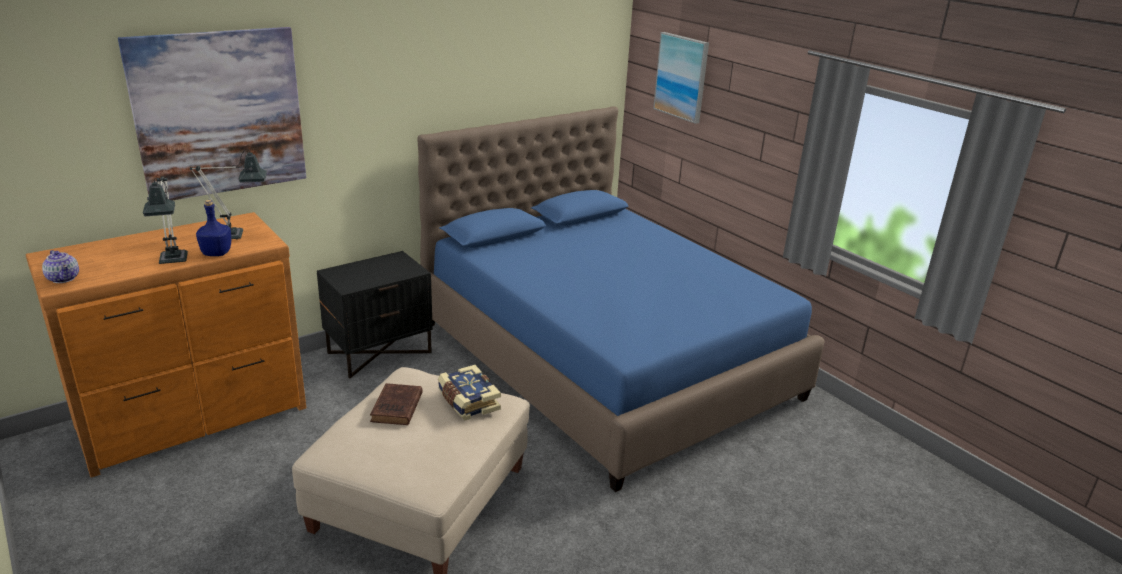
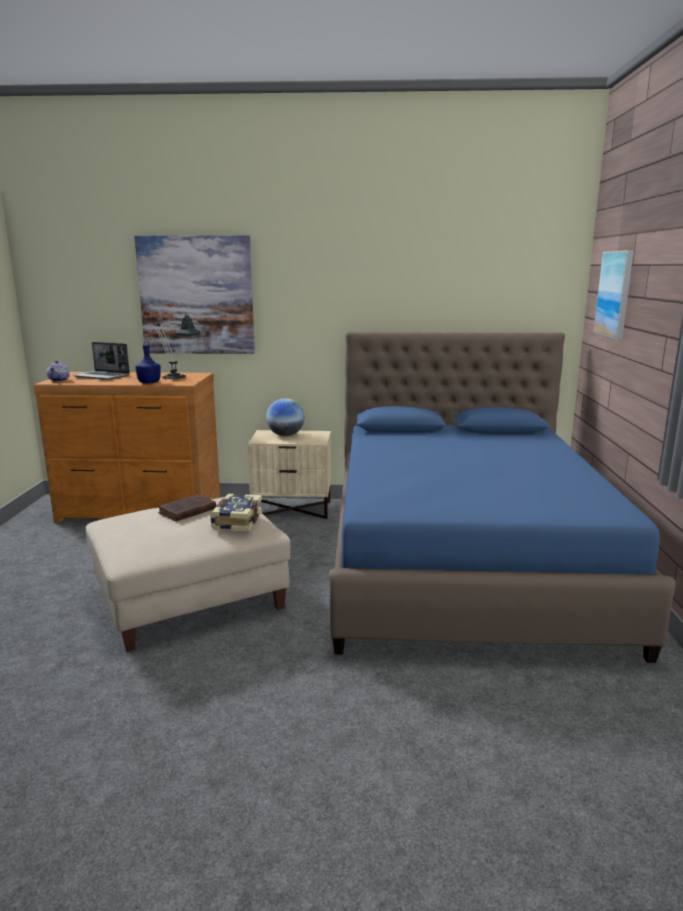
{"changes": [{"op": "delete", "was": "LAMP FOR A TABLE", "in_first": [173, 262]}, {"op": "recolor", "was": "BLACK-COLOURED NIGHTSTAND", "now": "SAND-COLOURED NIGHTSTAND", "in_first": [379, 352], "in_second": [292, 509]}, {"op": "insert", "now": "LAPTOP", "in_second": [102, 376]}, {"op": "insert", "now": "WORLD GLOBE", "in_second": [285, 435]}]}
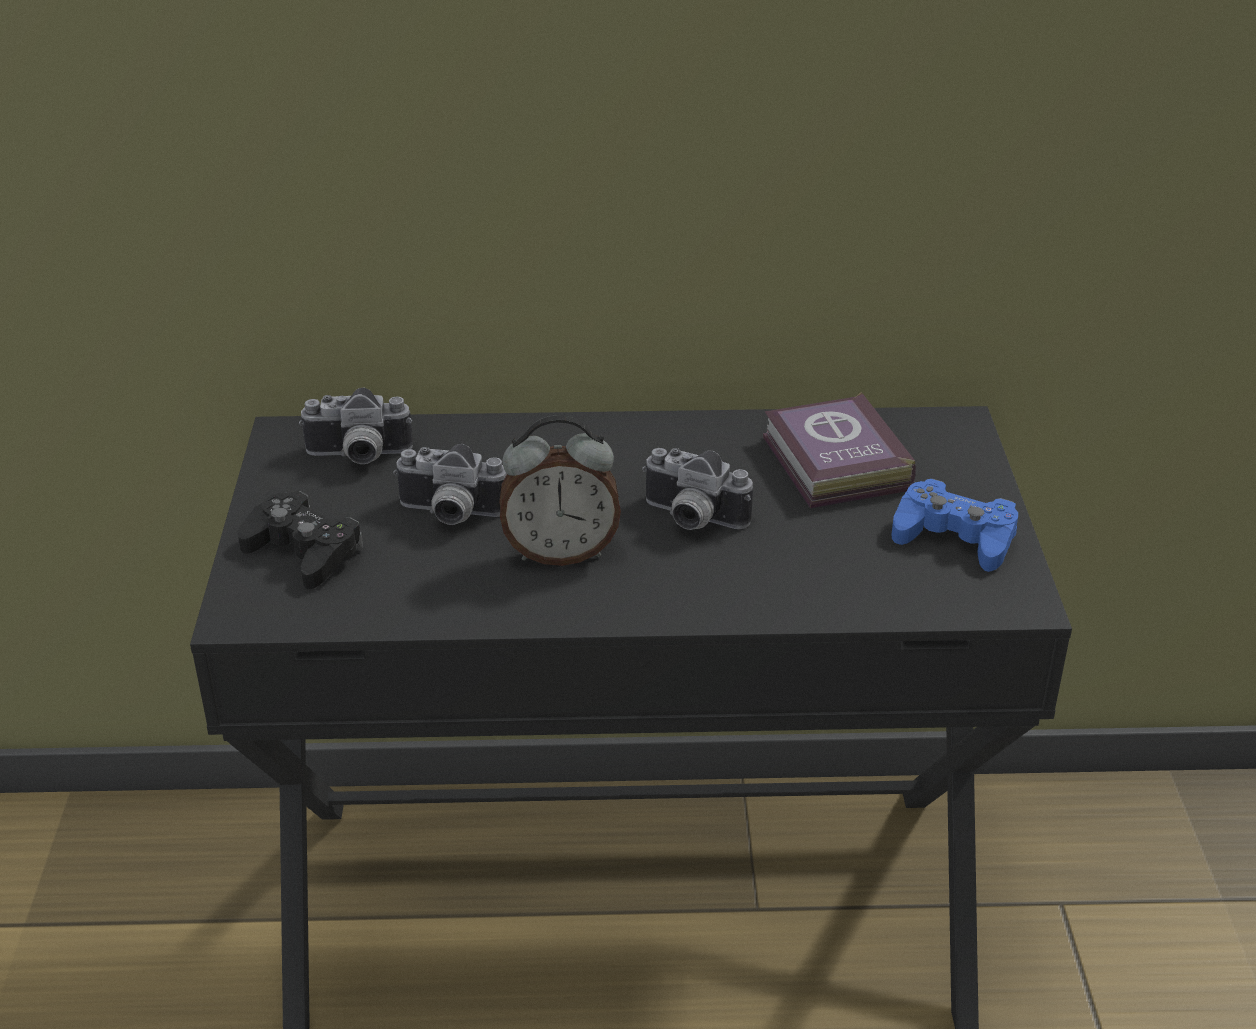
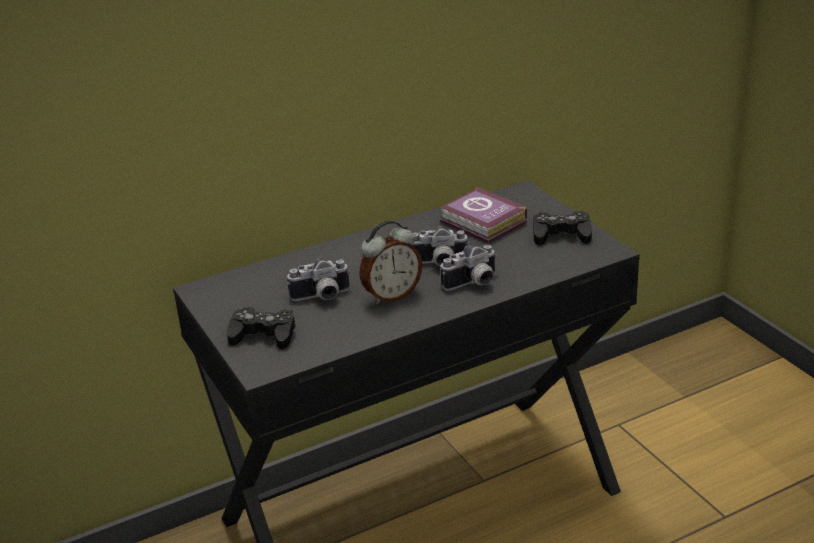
{"changes": [{"op": "move", "was": "STILL CAMERA", "in_first": [358, 457], "in_second": [473, 284]}, {"op": "recolor", "was": "BLUISH GAME CONTROLLER", "now": "BLACK-COLOURED GAME CONTROLLER", "in_first": [954, 536], "in_second": [561, 235]}]}
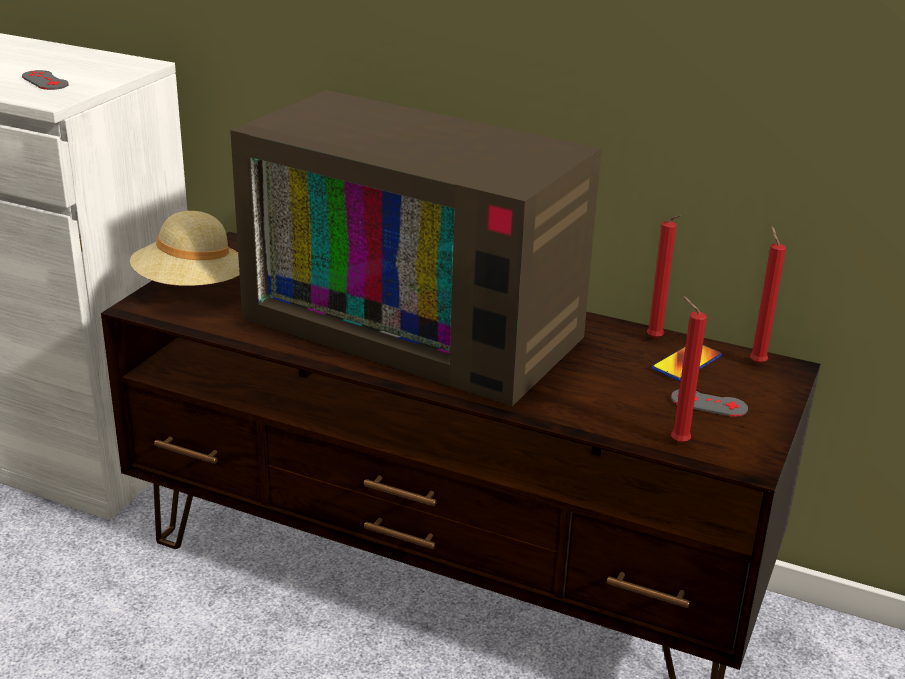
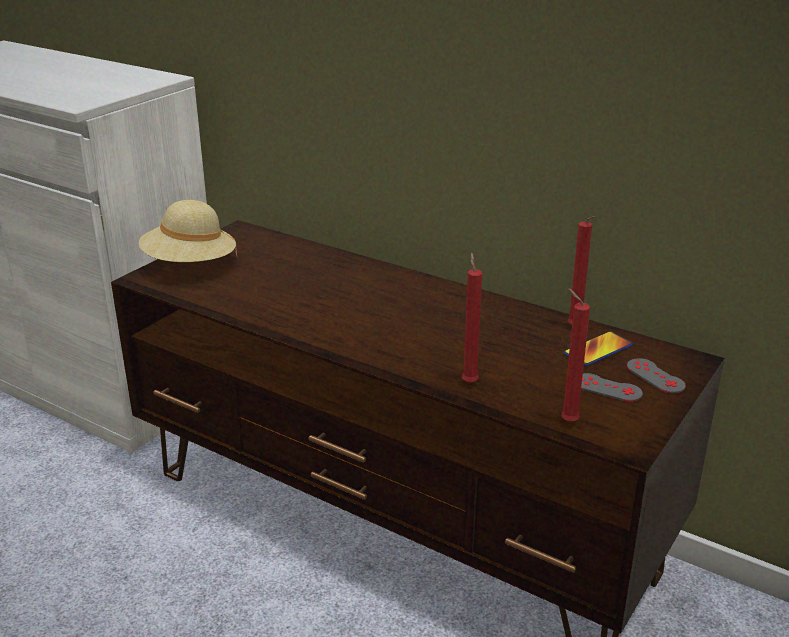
{"changes": [{"op": "move", "was": "GREY GAME CONTROLLER", "in_first": [45, 81], "in_second": [655, 376]}, {"op": "delete", "was": "TV", "in_first": [421, 324]}, {"op": "move", "was": "REDDISH WAX CANDLE", "in_first": [756, 362], "in_second": [469, 381]}]}
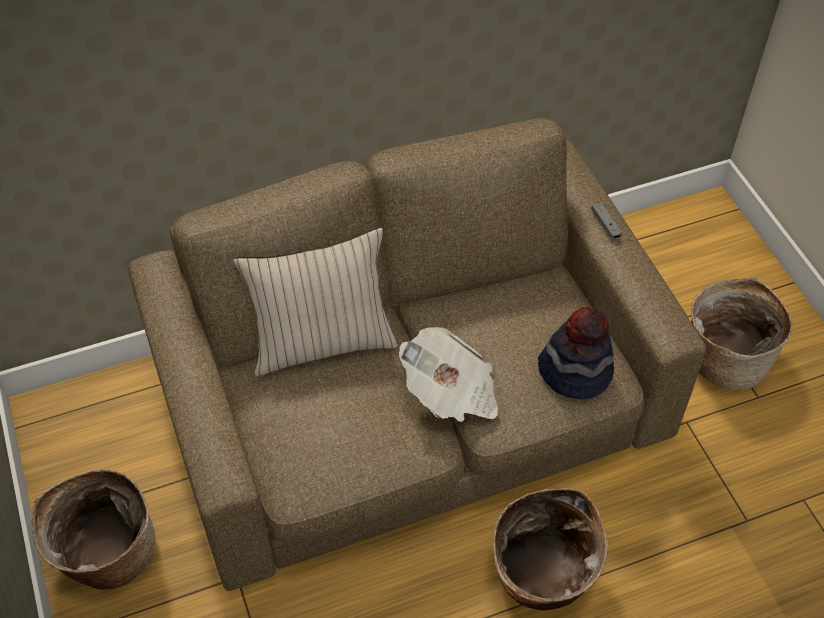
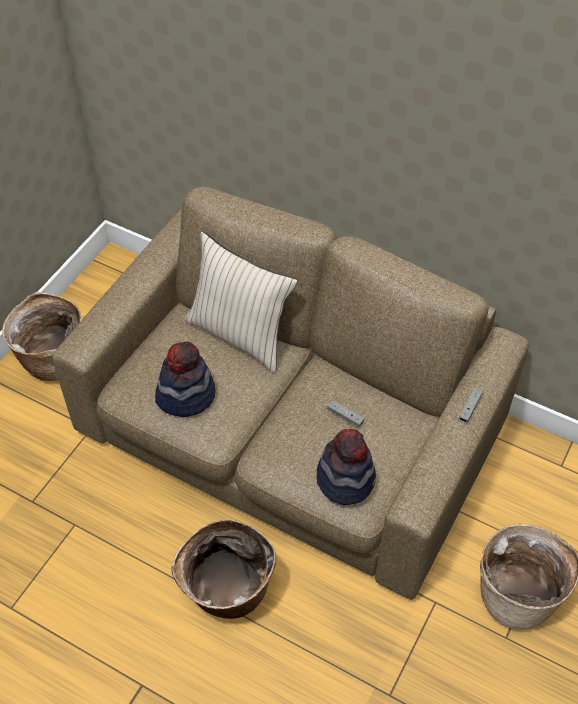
{"changes": [{"op": "delete", "was": "NEWSPAPER", "in_first": [451, 393]}, {"op": "insert", "now": "WEARABLE HAT", "in_second": [185, 395]}, {"op": "insert", "now": "GREY GAME CONTROLLER", "in_second": [345, 416]}]}
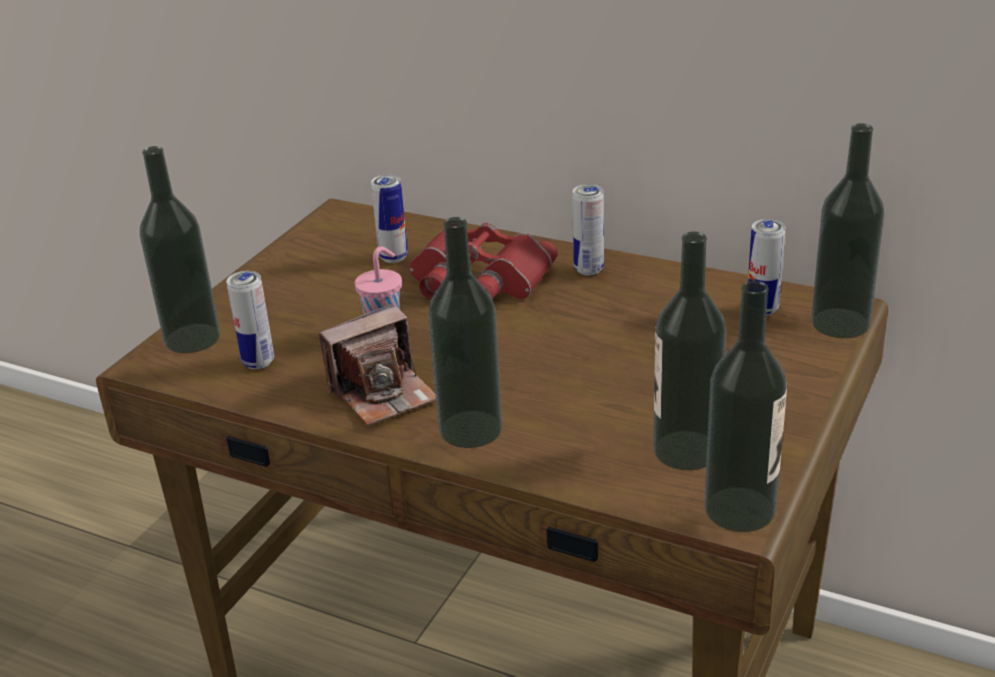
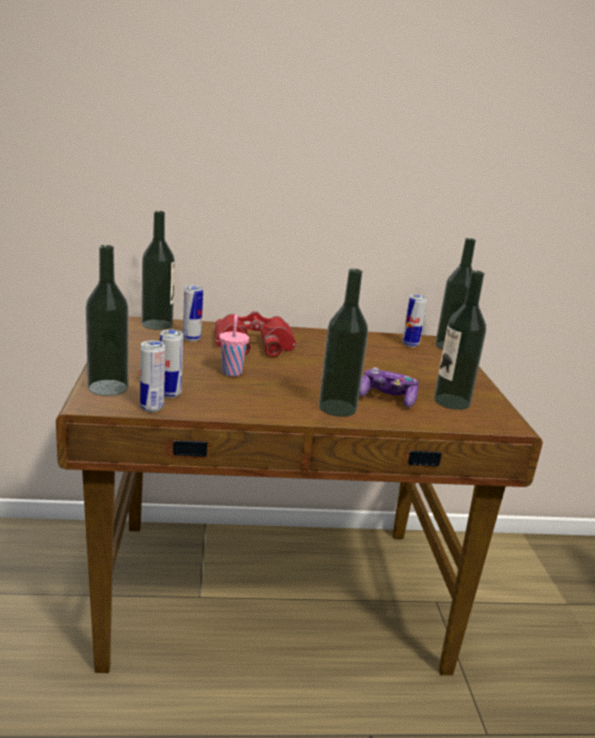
{"changes": [{"op": "move", "was": "METAL CAN", "in_first": [588, 269], "in_second": [152, 408]}, {"op": "move", "was": "BOTTLE", "in_first": [739, 509], "in_second": [157, 324]}, {"op": "delete", "was": "STILL CAMERA", "in_first": [383, 393]}, {"op": "insert", "now": "GAME CONTROLLER", "in_second": [387, 398]}]}
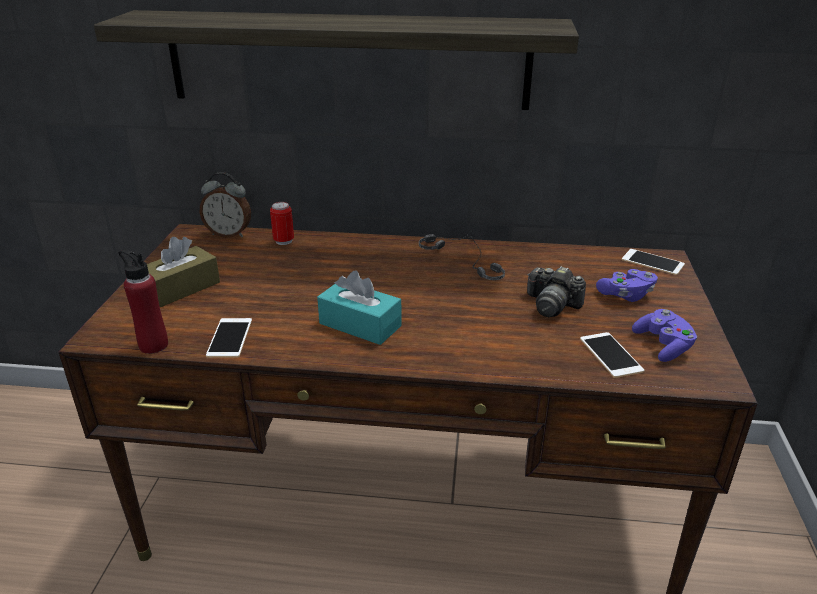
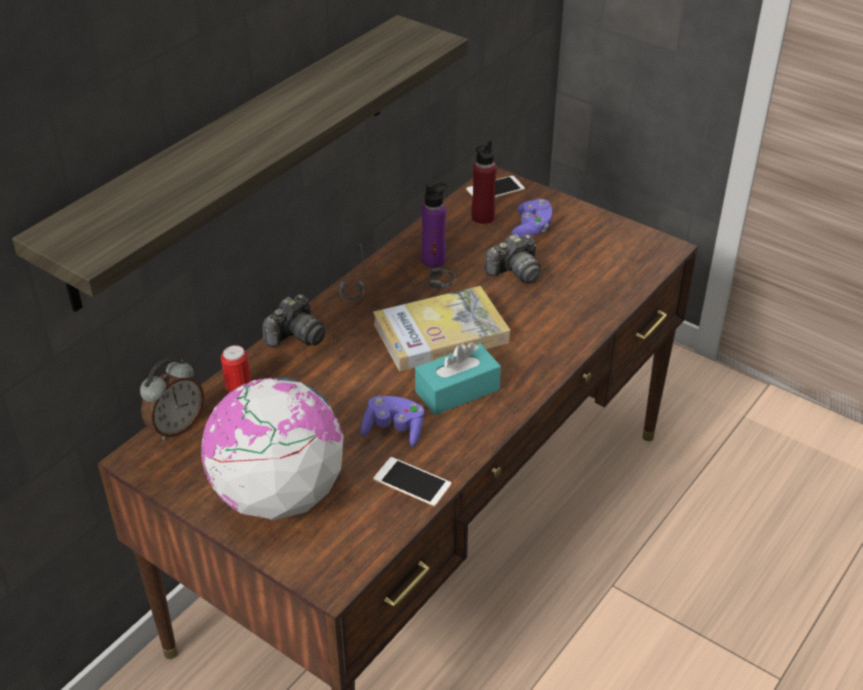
{"changes": [{"op": "replace", "was": "BROWN-COLOURED BOX OF TISSUES", "now": "WORLD GLOBE", "in_first": [181, 288], "in_second": [278, 495]}, {"op": "move", "was": "REDDISH BOTTLE", "in_first": [153, 345], "in_second": [482, 217]}, {"op": "move", "was": "PURPLE GAME CONTROLLER", "in_first": [663, 346], "in_second": [394, 430]}, {"op": "delete", "was": "HANDSET", "in_first": [610, 355]}, {"op": "insert", "now": "PURPLE BOTTLE", "in_second": [433, 260]}, {"op": "insert", "now": "BOOK", "in_second": [441, 333]}, {"op": "insert", "now": "STILL CAMERA", "in_second": [296, 336]}]}
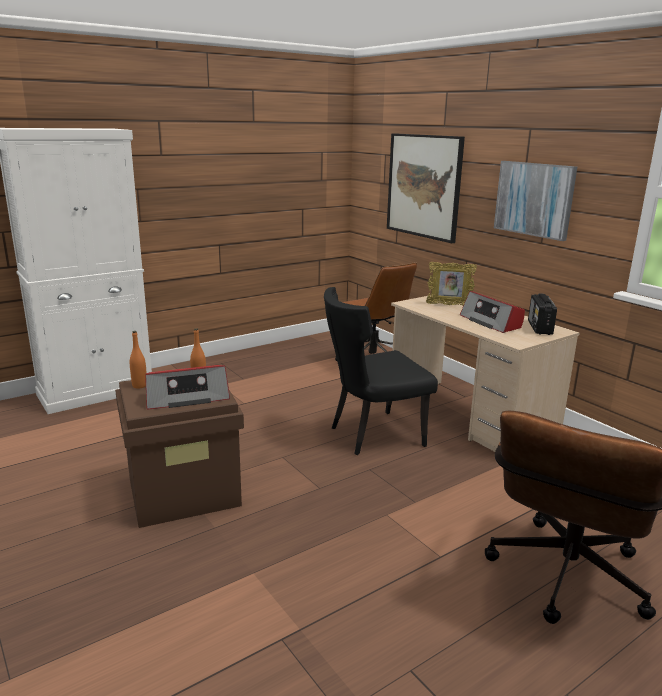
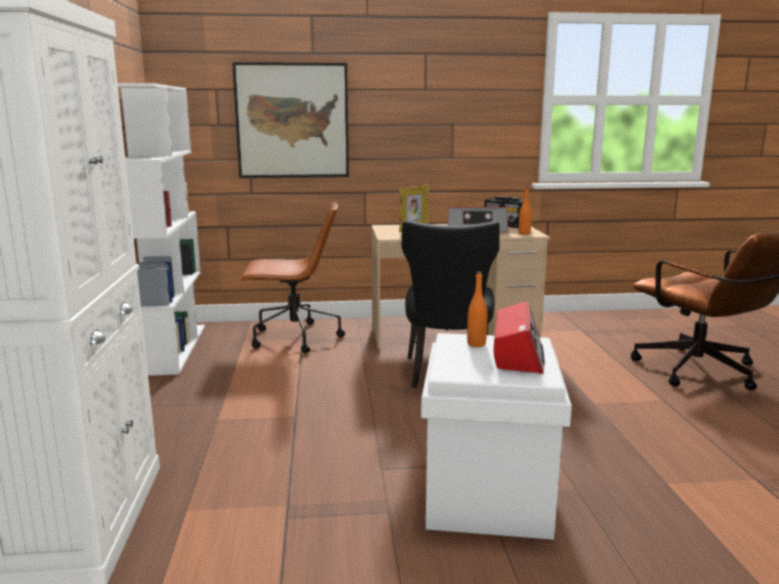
{"changes": [{"op": "delete", "was": "WALL ART", "in_first": [534, 199]}, {"op": "move", "was": "ORANGE BOTTLE", "in_first": [139, 385], "in_second": [524, 233]}, {"op": "recolor", "was": "BROWN-COLOURED STORAGE CONTAINER", "now": "WHITE-COLOURED STORAGE CONTAINER", "in_first": [185, 491], "in_second": [487, 494]}, {"op": "insert", "now": "WHITE-COLOURED BOOKCASE", "in_second": [173, 348]}]}
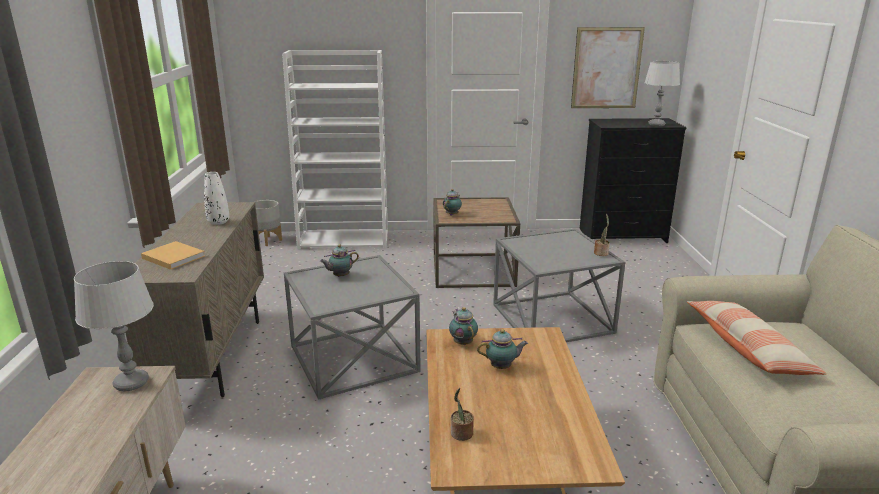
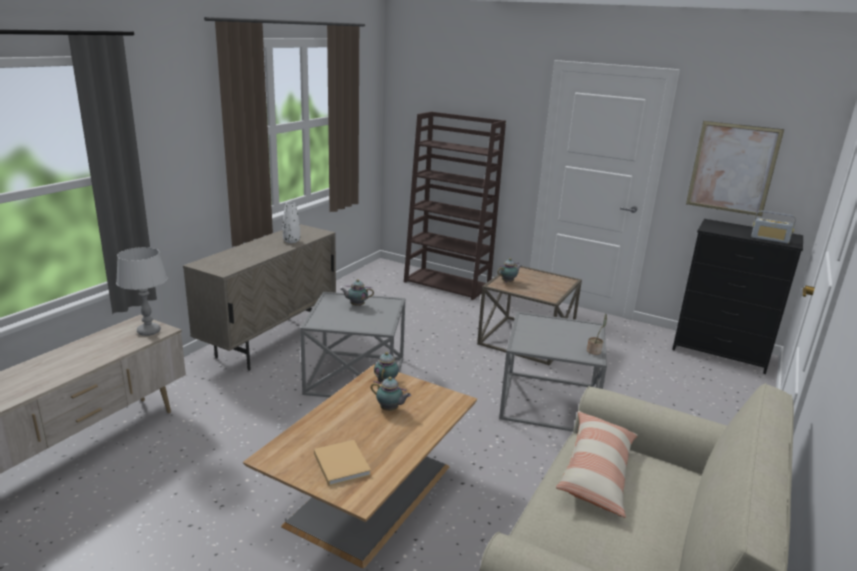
{"changes": [{"op": "recolor", "was": "WHITE-COLOURED BOOKCASE", "now": "BROWN-COLOURED BOOKCASE", "in_first": [345, 240], "in_second": [448, 284]}, {"op": "replace", "was": "GREY LAMP FOR A TABLE", "now": "RADIO SET", "in_first": [656, 125], "in_second": [769, 239]}, {"op": "delete", "was": "GREY FLOWER POT", "in_first": [267, 241]}, {"op": "move", "was": "SAND-COLOURED BOOK", "in_first": [172, 257], "in_second": [341, 463]}, {"op": "delete", "was": "POTTED PLANT", "in_first": [461, 434]}]}
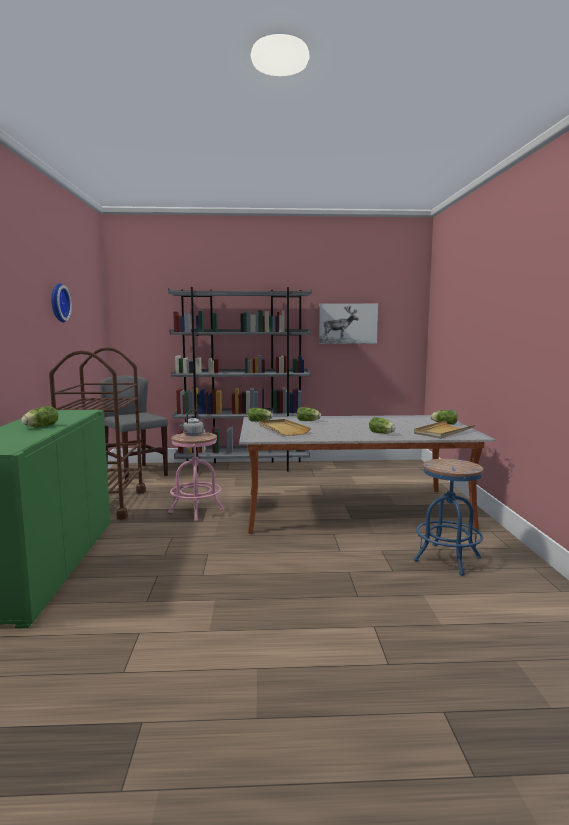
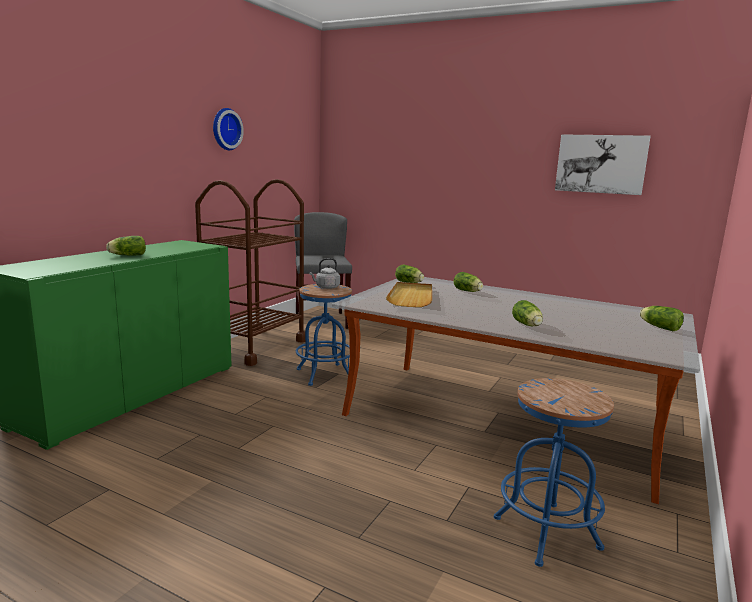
{"changes": [{"op": "delete", "was": "GREY BOOKCASE", "in_first": [243, 467]}, {"op": "delete", "was": "SAND-COLOURED SERVING TRAY", "in_first": [443, 432]}, {"op": "recolor", "was": "PINKISH STOOL SEAT", "now": "BLUISH STOOL SEAT", "in_first": [196, 511], "in_second": [324, 374]}]}
